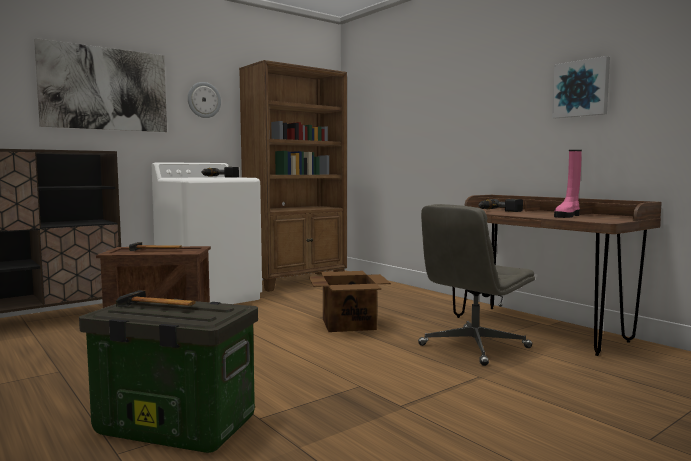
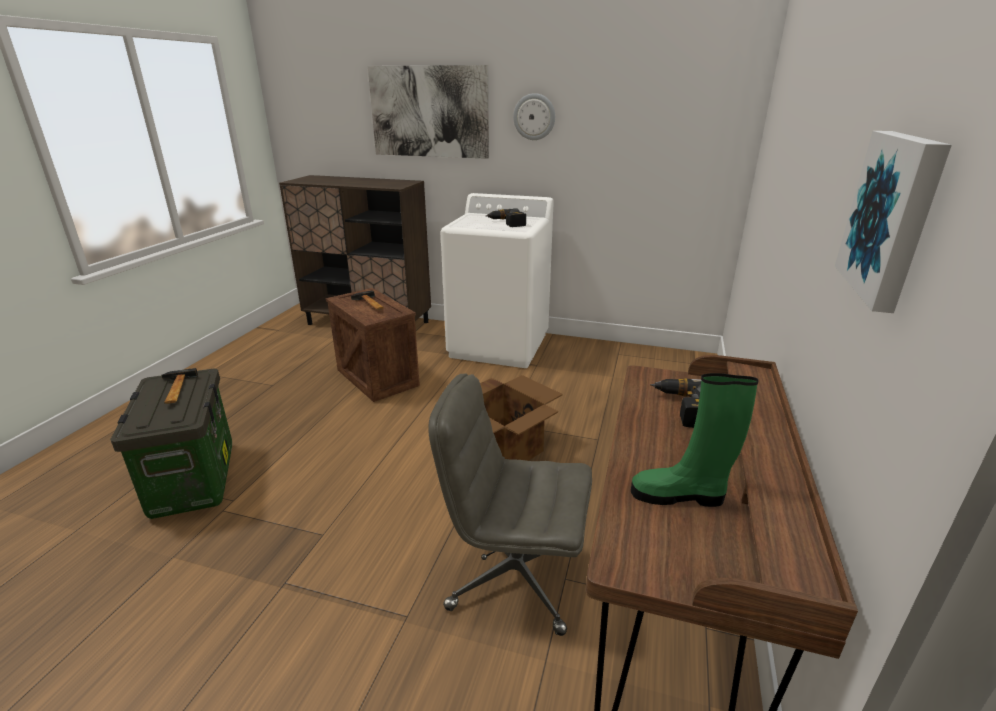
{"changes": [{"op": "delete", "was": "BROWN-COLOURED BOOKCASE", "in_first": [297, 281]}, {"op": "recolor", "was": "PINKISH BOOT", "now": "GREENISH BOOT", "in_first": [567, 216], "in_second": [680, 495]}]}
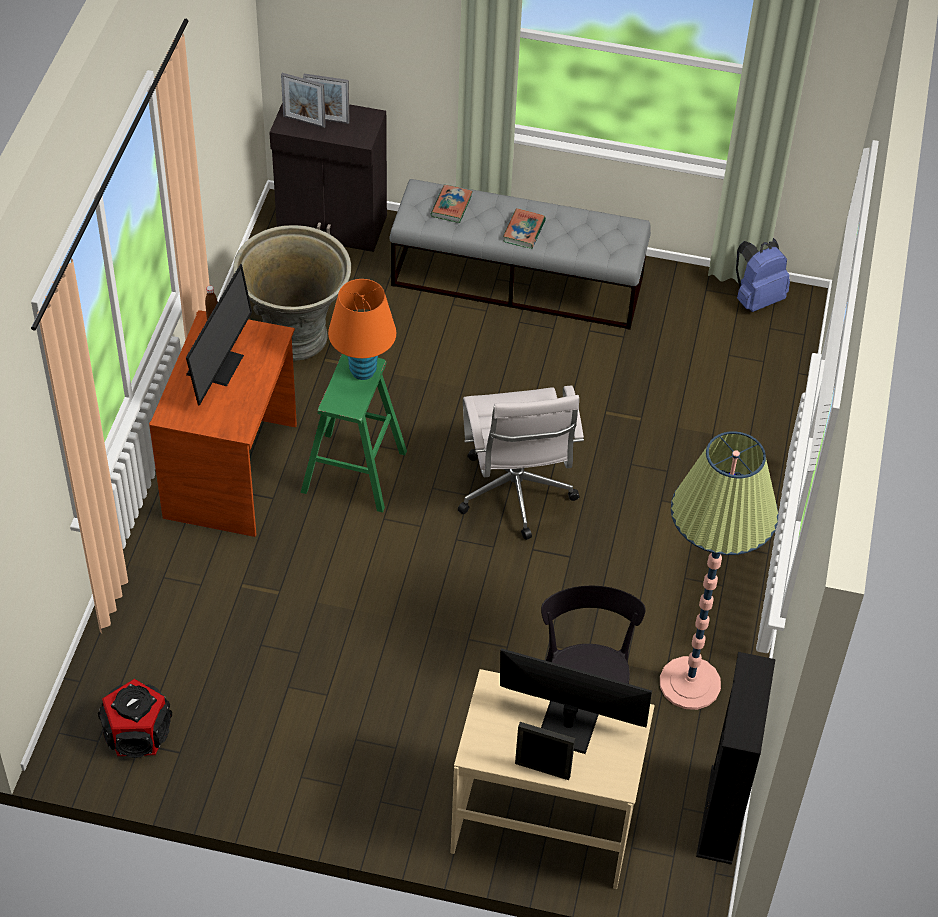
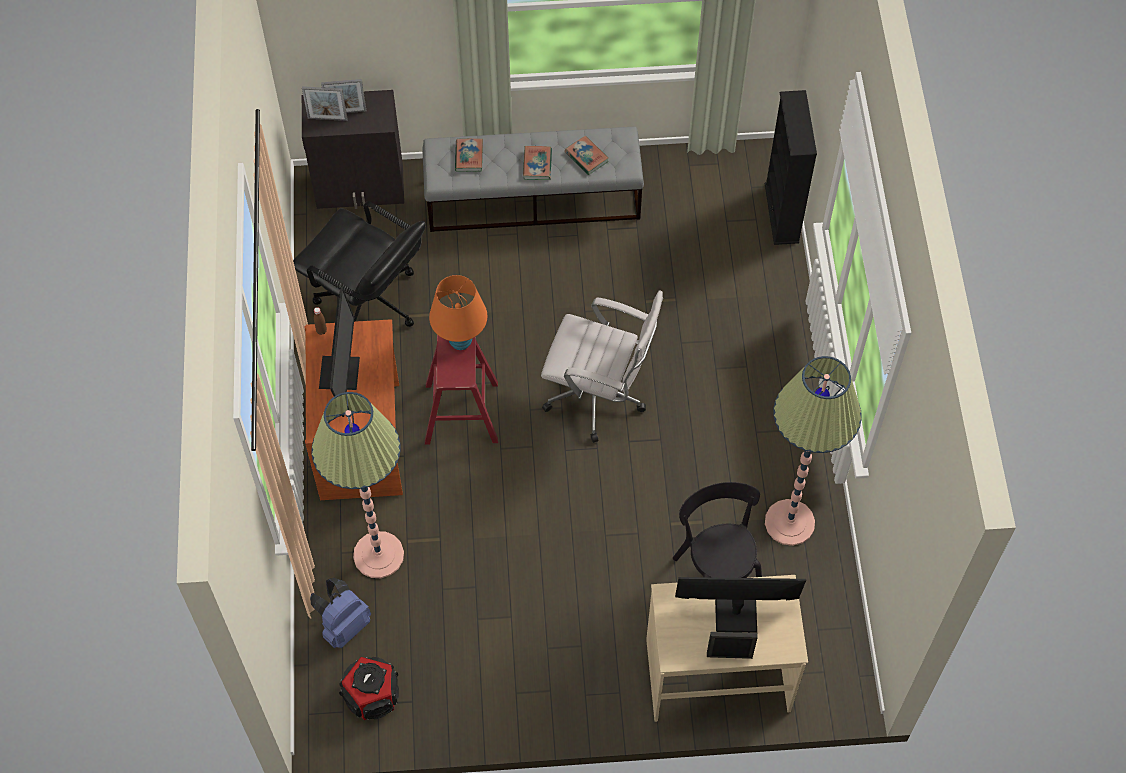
{"changes": [{"op": "replace", "was": "GREY FLOWER POT", "now": "BLACK-COLOURED OFFICE CHAIR", "in_first": [296, 338], "in_second": [369, 302]}, {"op": "move", "was": "BLUISH BACKPACK", "in_first": [756, 298], "in_second": [343, 625]}, {"op": "recolor", "was": "GREENISH STOOL SEAT", "now": "REDDISH STOOL SEAT", "in_first": [354, 472], "in_second": [461, 413]}, {"op": "rotate", "was": "WHITE-COLOURED OFFICE CHAIR", "in_first": [516, 496], "in_second": [599, 398], "clockwise": -45}, {"op": "move", "was": "BLACK-COLOURED BOOKCASE", "in_first": [722, 815], "in_second": [782, 213]}, {"op": "insert", "now": "BOOK", "in_second": [586, 157]}, {"op": "insert", "now": "STANDARD LAMP", "in_second": [378, 555]}]}
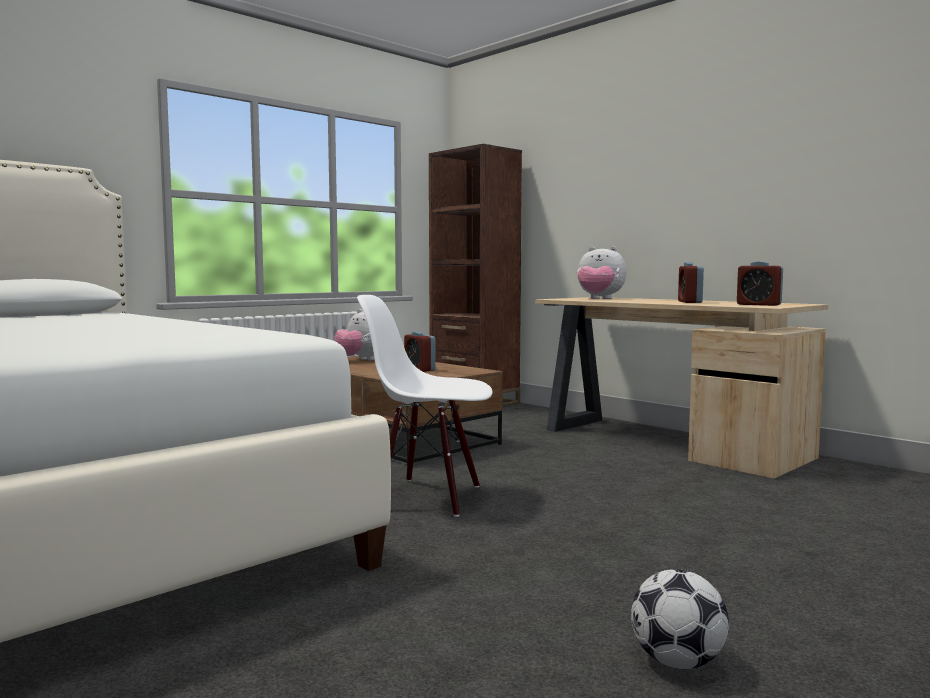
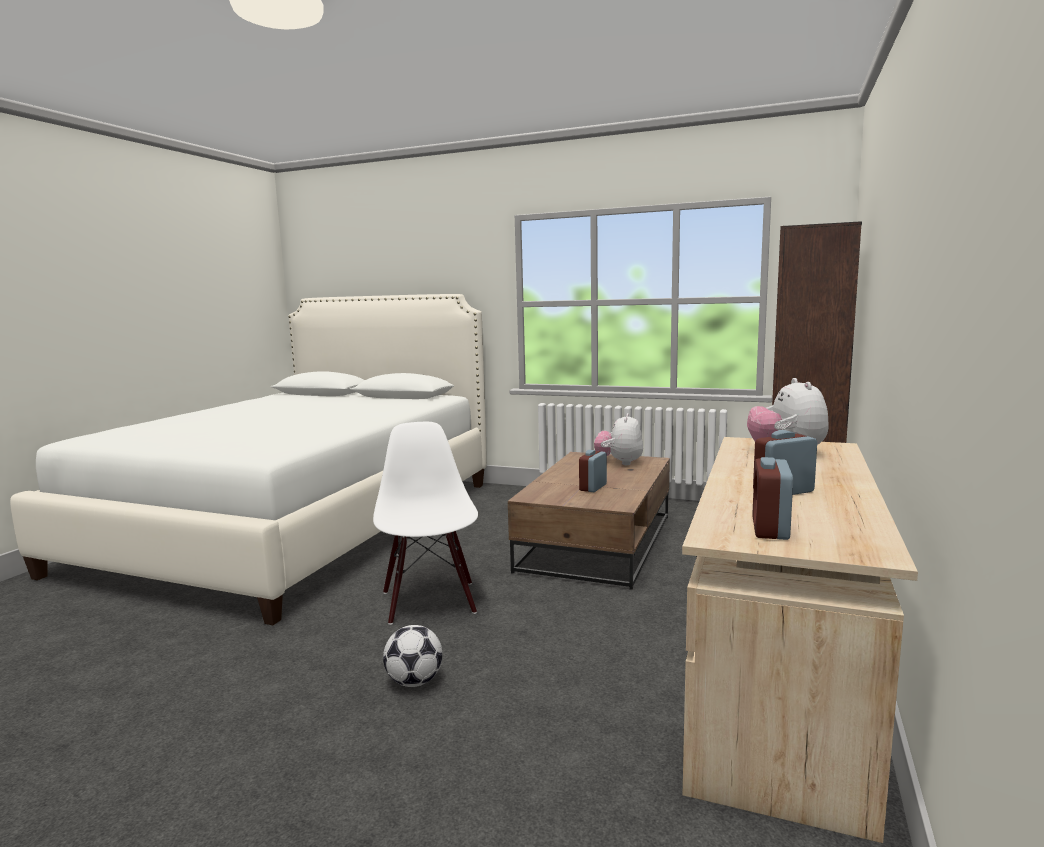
{"changes": [{"op": "move", "was": "BALL FOR FOOTBALL", "in_first": [677, 662], "in_second": [414, 682]}]}
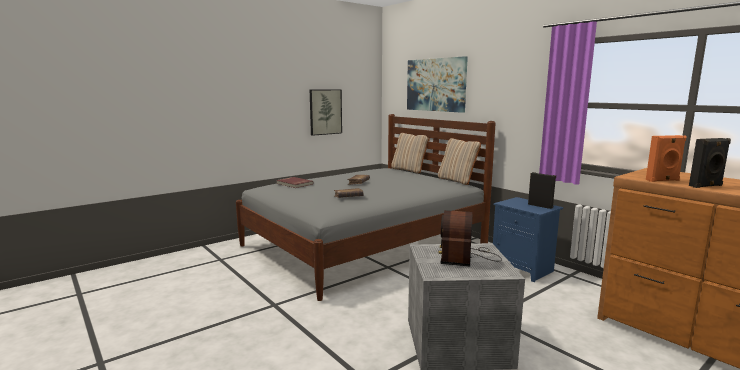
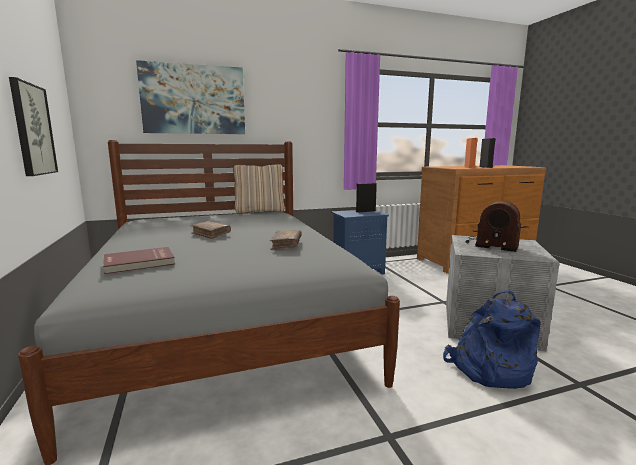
{"changes": [{"op": "delete", "was": "SAND-COLOURED PILLOW", "in_first": [409, 170]}, {"op": "insert", "now": "BLUISH BACKPACK", "in_second": [488, 369]}]}
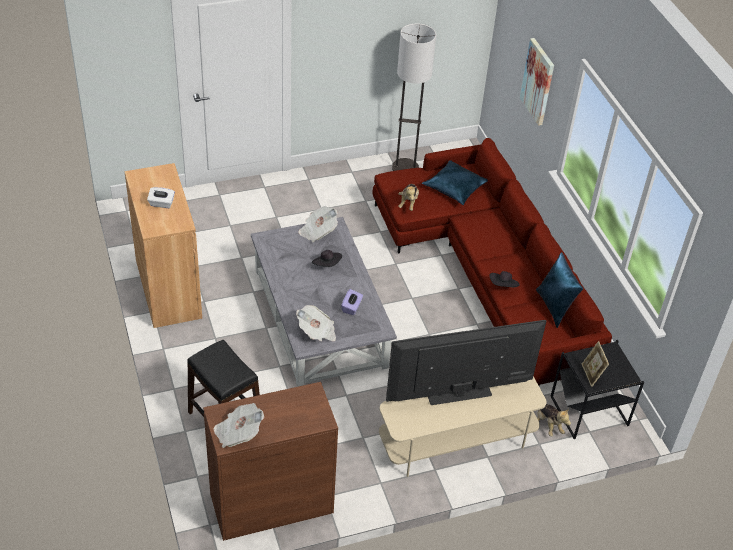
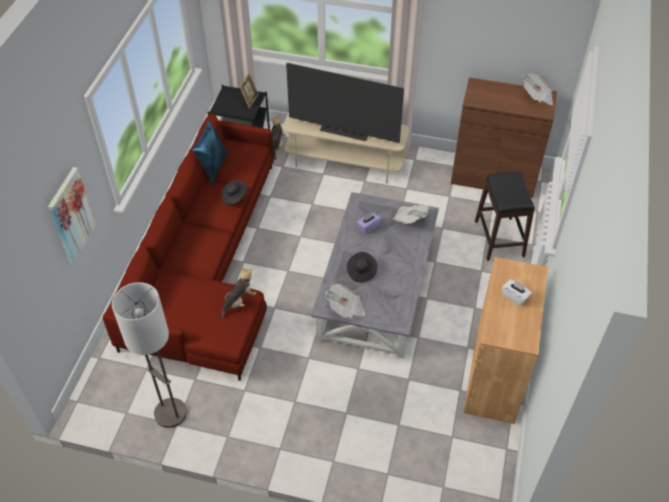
{"changes": [{"op": "delete", "was": "BLUISH PILLOW", "in_first": [455, 188]}]}
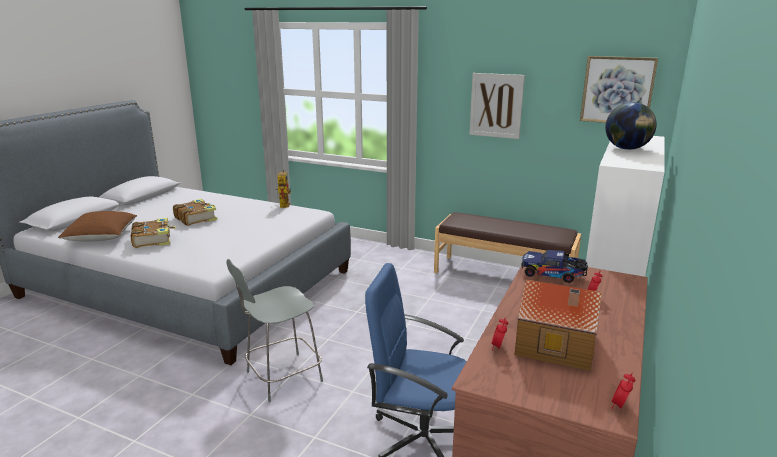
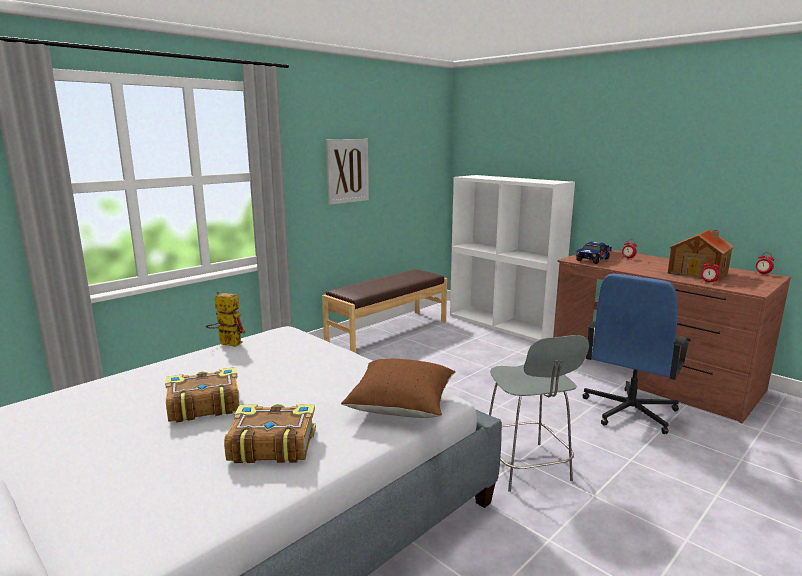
{"changes": [{"op": "delete", "was": "WALL ART", "in_first": [617, 90]}, {"op": "delete", "was": "WORLD GLOBE", "in_first": [627, 149]}, {"op": "move", "was": "BROWN-COLOURED PILLOW", "in_first": [102, 237], "in_second": [401, 406]}]}
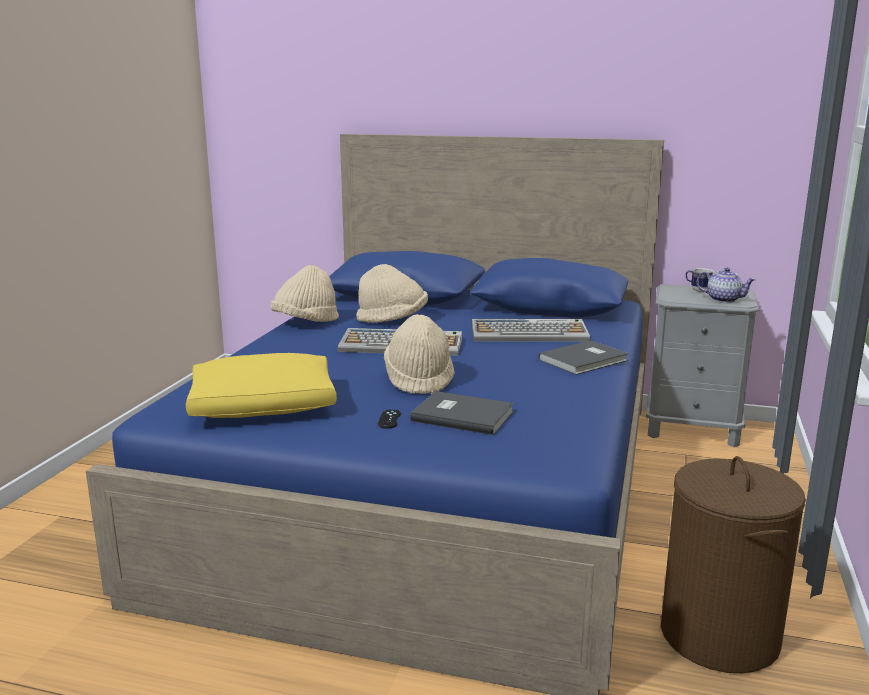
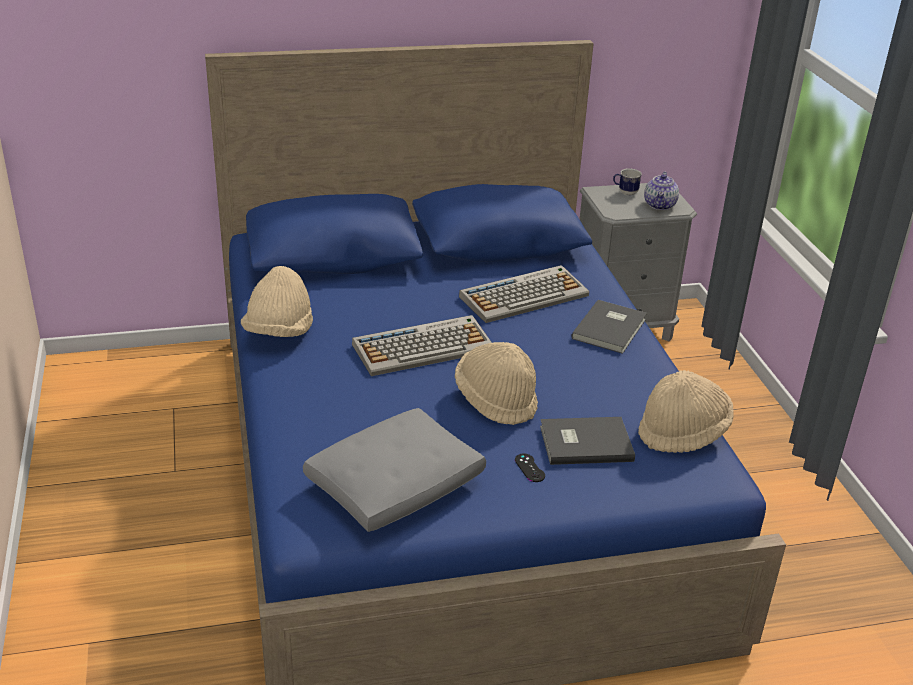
{"changes": [{"op": "move", "was": "SAND-COLOURED WEARABLE HAT", "in_first": [393, 320], "in_second": [683, 433]}, {"op": "rotate", "was": "TEAPOT", "in_first": [724, 299], "in_second": [660, 205], "clockwise": 105}, {"op": "recolor", "was": "YELLOW PILLOW", "now": "GREY PILLOW", "in_first": [265, 406], "in_second": [396, 485]}, {"op": "delete", "was": "BROWN-COLOURED LAUNDRY BASKET", "in_first": [719, 636]}]}
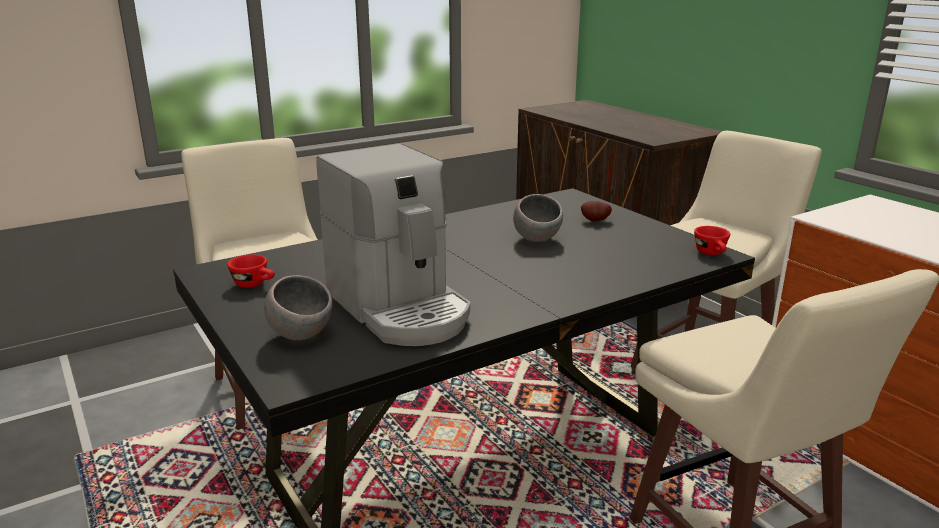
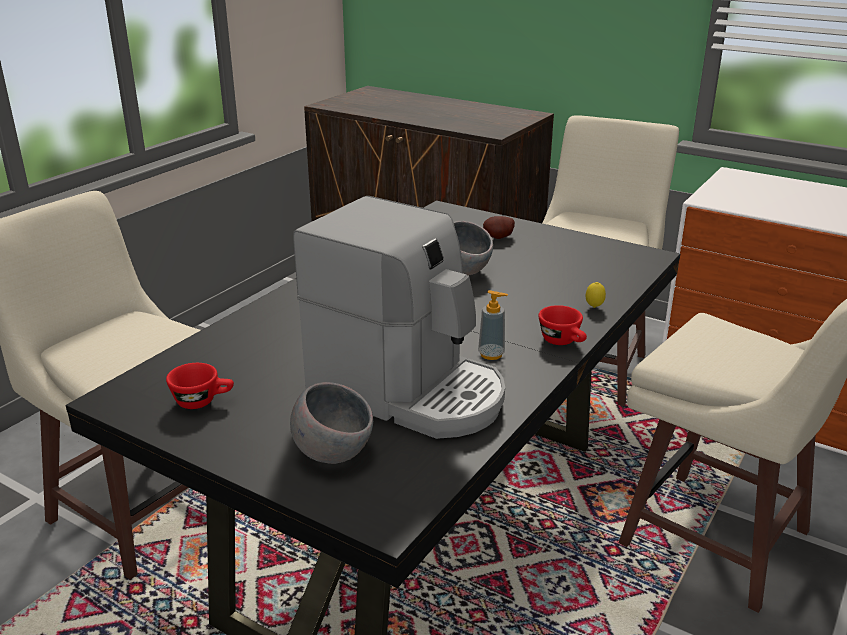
{"changes": [{"op": "move", "was": "REDDISH SMALL CUP", "in_first": [712, 254], "in_second": [563, 342]}, {"op": "insert", "now": "WHOLE LEMON", "in_second": [594, 307]}, {"op": "insert", "now": "SOAP DISPENSER", "in_second": [491, 354]}]}
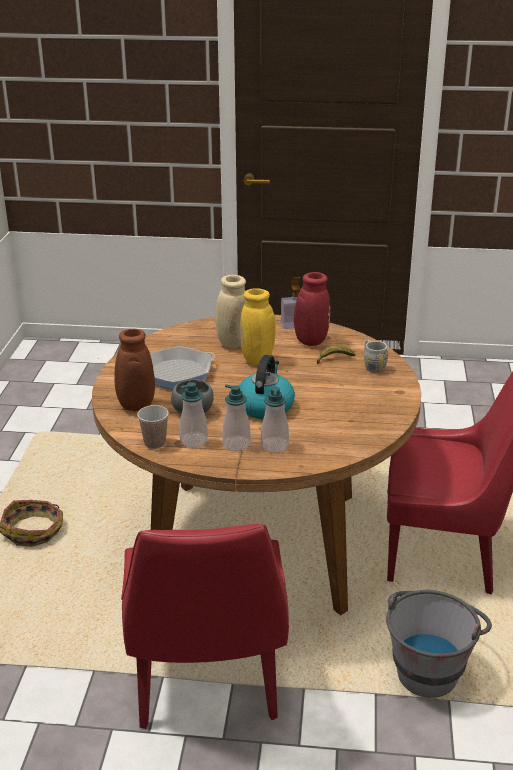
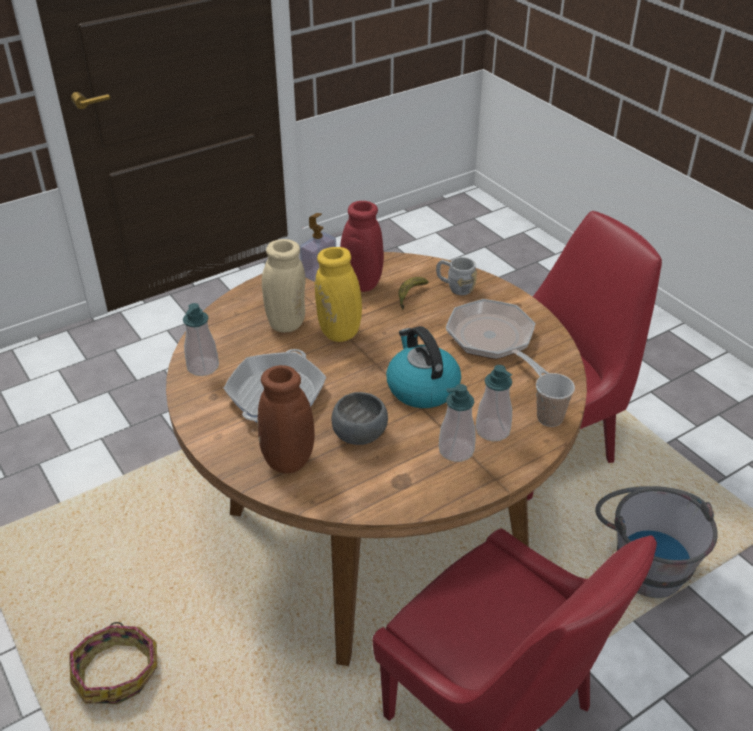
{"changes": [{"op": "move", "was": "SOAP DISPENSER", "in_first": [194, 440], "in_second": [203, 367]}, {"op": "move", "was": "SMALL CUP", "in_first": [155, 443], "in_second": [549, 418]}, {"op": "insert", "now": "SKILLET", "in_second": [494, 341]}]}
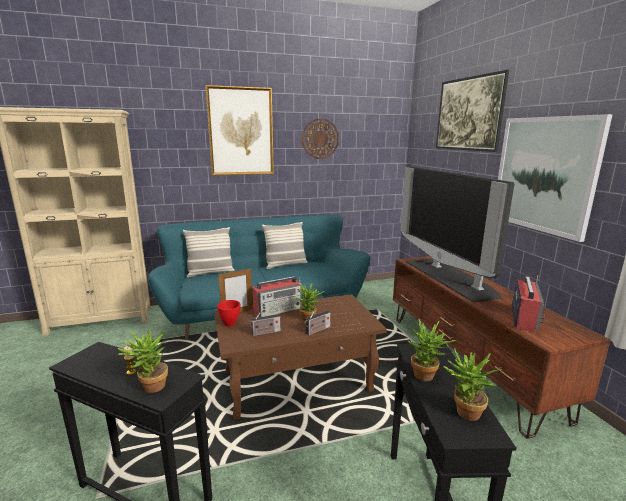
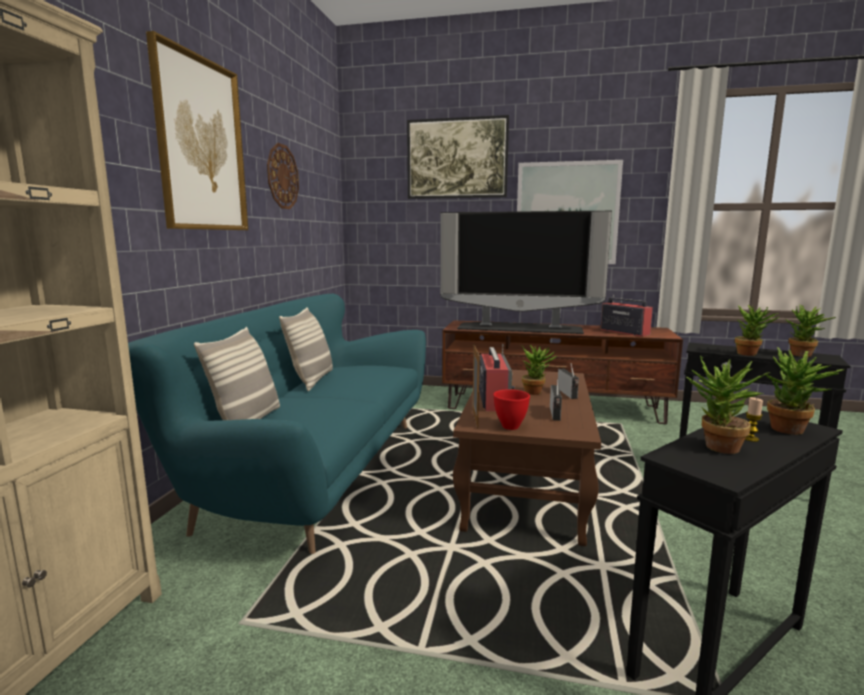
{"changes": [{"op": "insert", "now": "POTTED PLANT", "in_second": [717, 448]}]}
